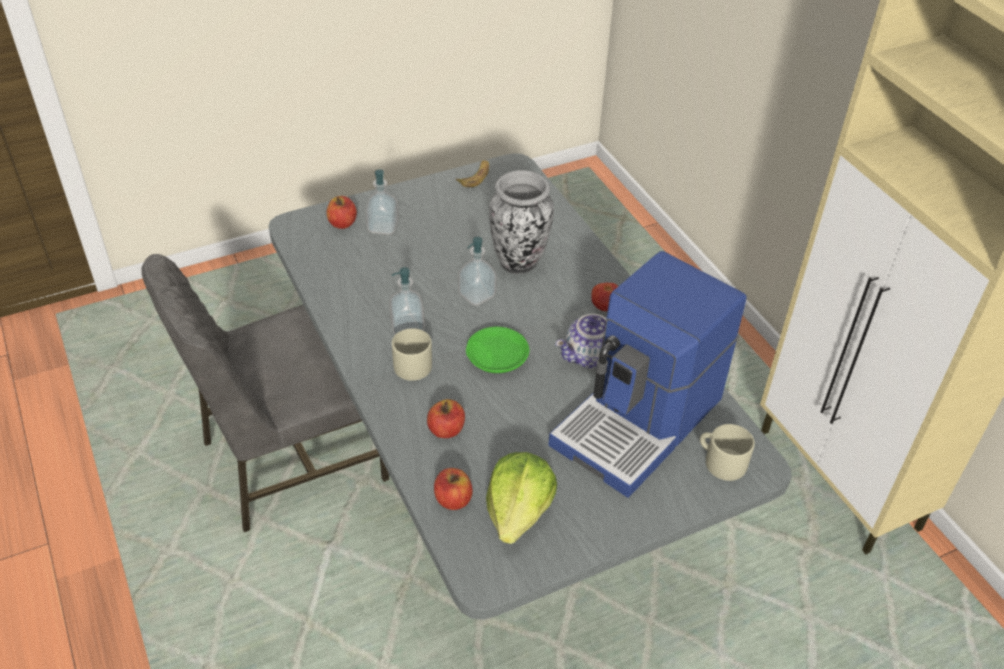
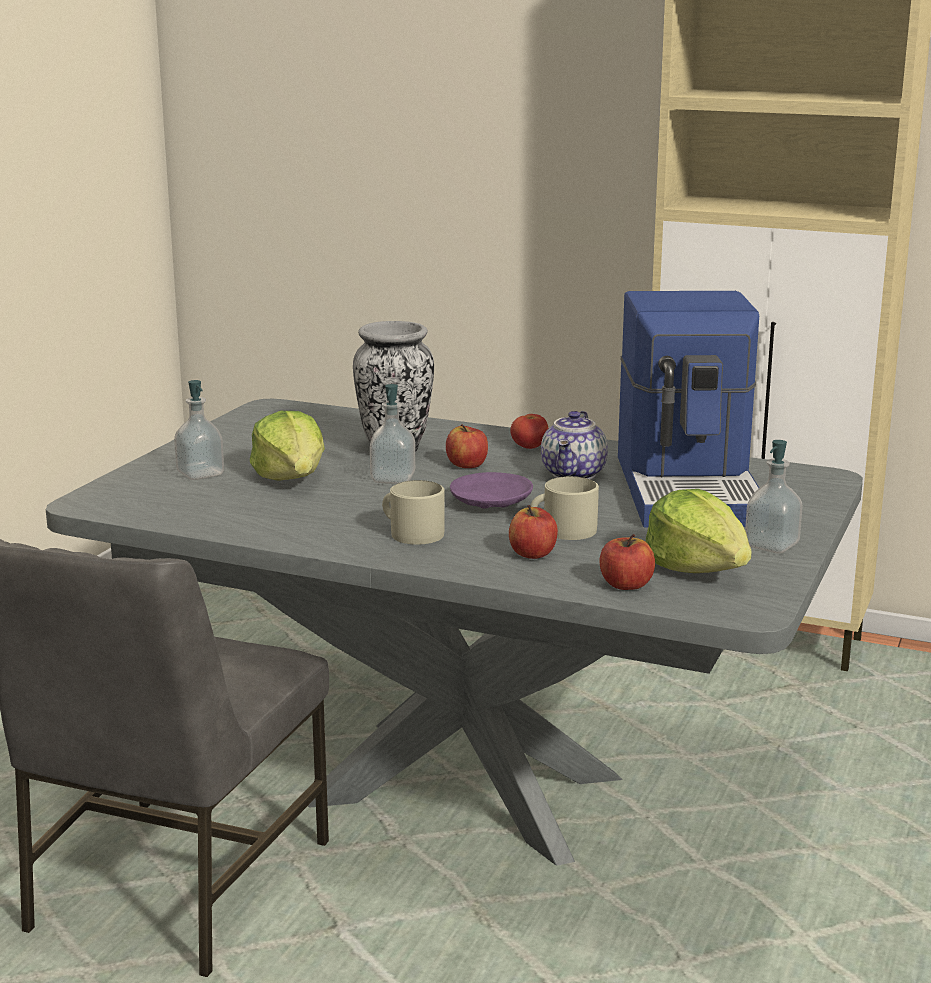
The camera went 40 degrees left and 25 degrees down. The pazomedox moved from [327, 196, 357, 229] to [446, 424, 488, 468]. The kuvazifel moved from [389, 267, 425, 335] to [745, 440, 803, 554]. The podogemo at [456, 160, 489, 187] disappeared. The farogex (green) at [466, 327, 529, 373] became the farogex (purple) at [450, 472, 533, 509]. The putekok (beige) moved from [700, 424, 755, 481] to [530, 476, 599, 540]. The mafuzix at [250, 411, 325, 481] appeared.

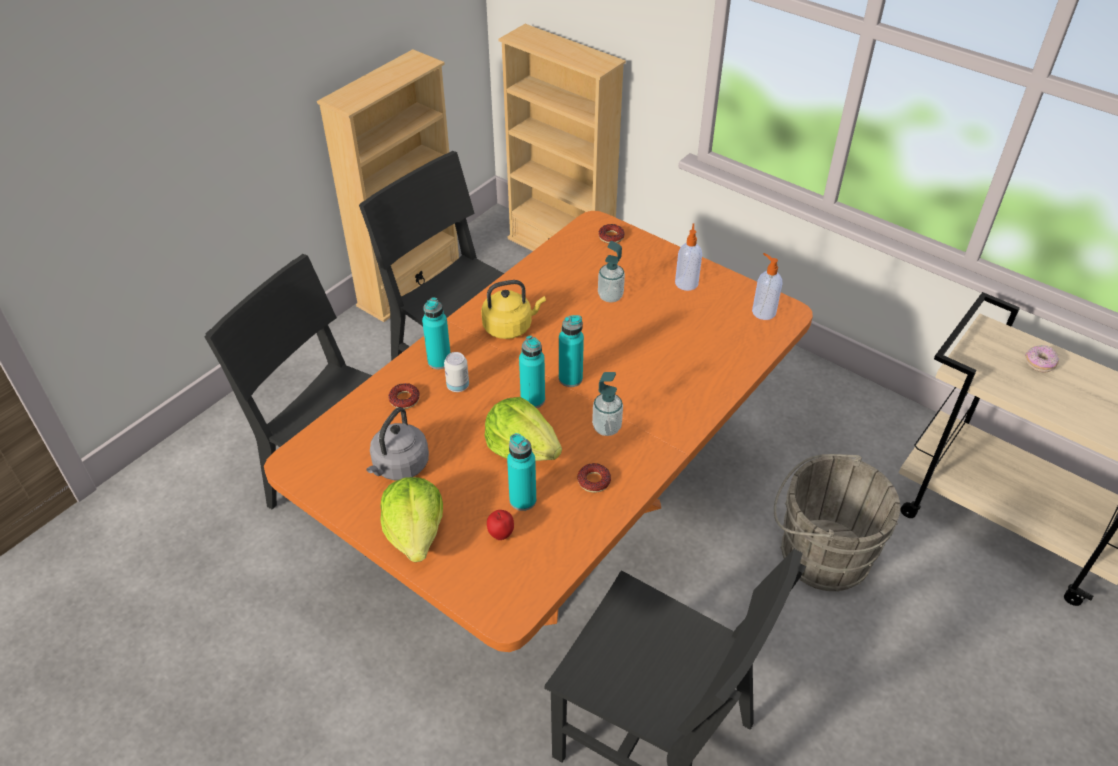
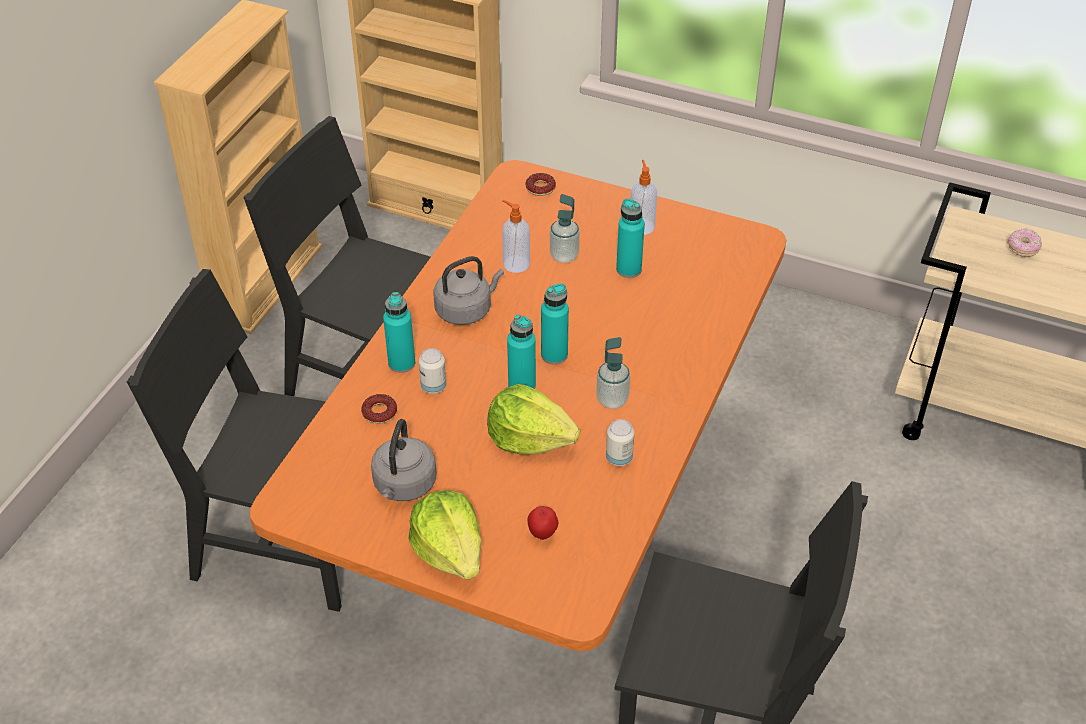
The camera went 15 degrees left and 0 degrees up. The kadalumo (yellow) at [481, 280, 546, 339] became the kadalumo (grey) at [433, 256, 504, 325]. The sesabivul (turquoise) moved from [507, 433, 536, 511] to [616, 198, 645, 278]. The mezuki at [577, 463, 611, 493] was replaced by the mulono at [606, 419, 634, 466]. The kuvazifel moved from [752, 253, 783, 320] to [502, 200, 530, 273]. The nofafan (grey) at [774, 454, 900, 591] disappeared.

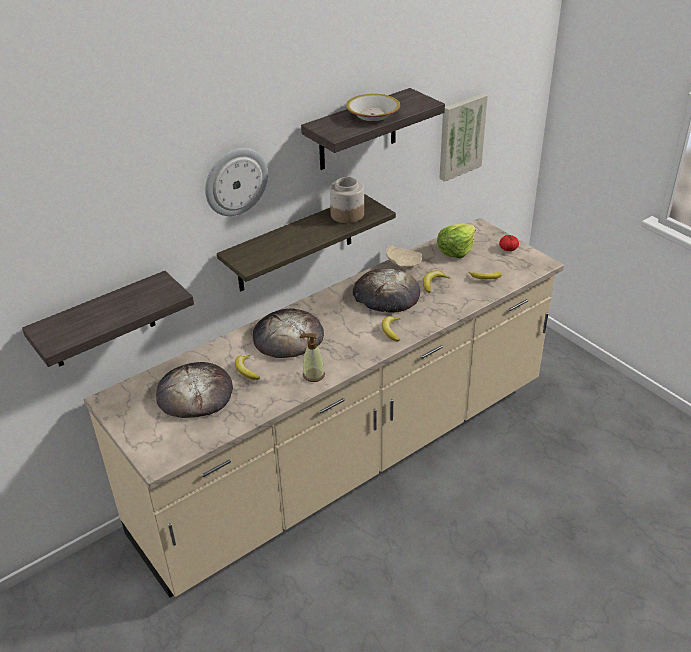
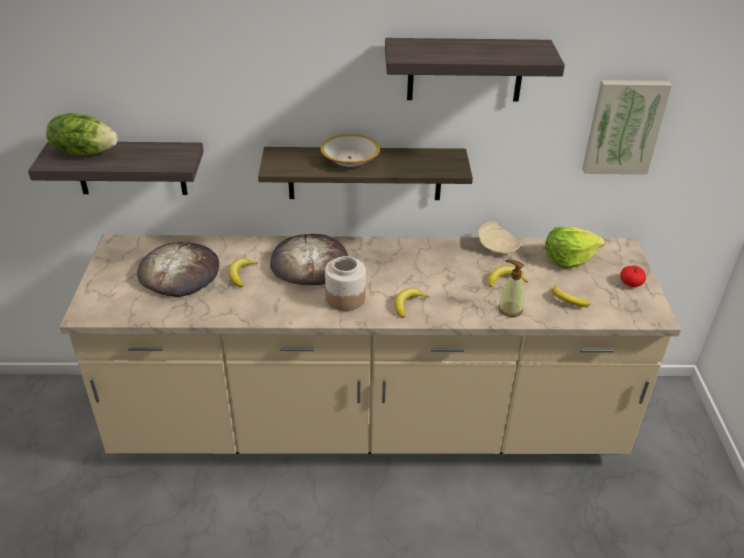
The camera went 35 degrees right and 0 degrees up. The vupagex at [205, 148, 268, 216] disappeared. The kuvazifel moved from [300, 333, 325, 382] to [498, 259, 524, 317]. The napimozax moved from [330, 177, 364, 223] to [325, 256, 366, 311]. The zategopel moved from [346, 94, 400, 122] to [320, 134, 380, 167]. The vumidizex at [353, 268, 420, 313] disappeared. The mafuzix at [46, 113, 118, 155] appeared.

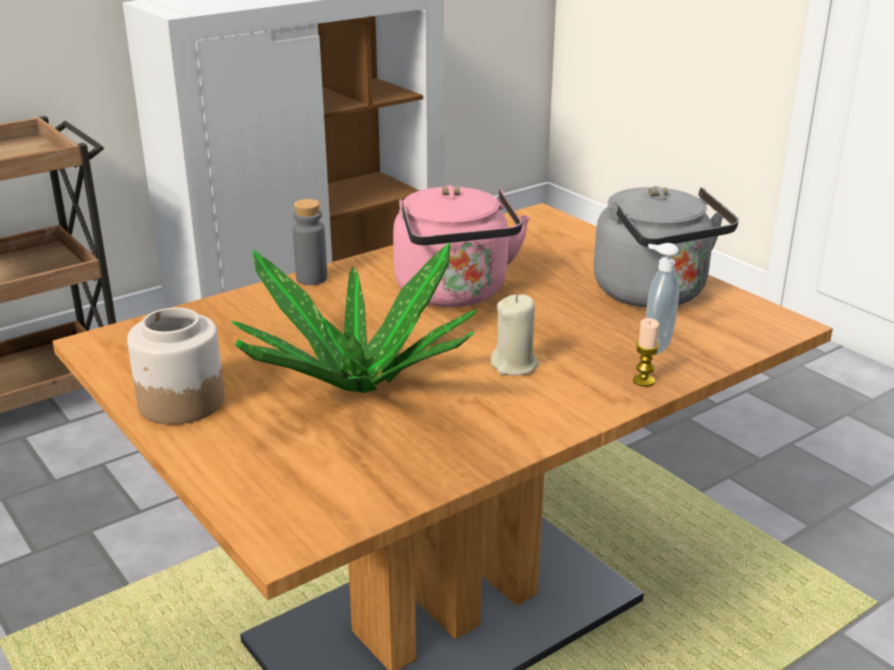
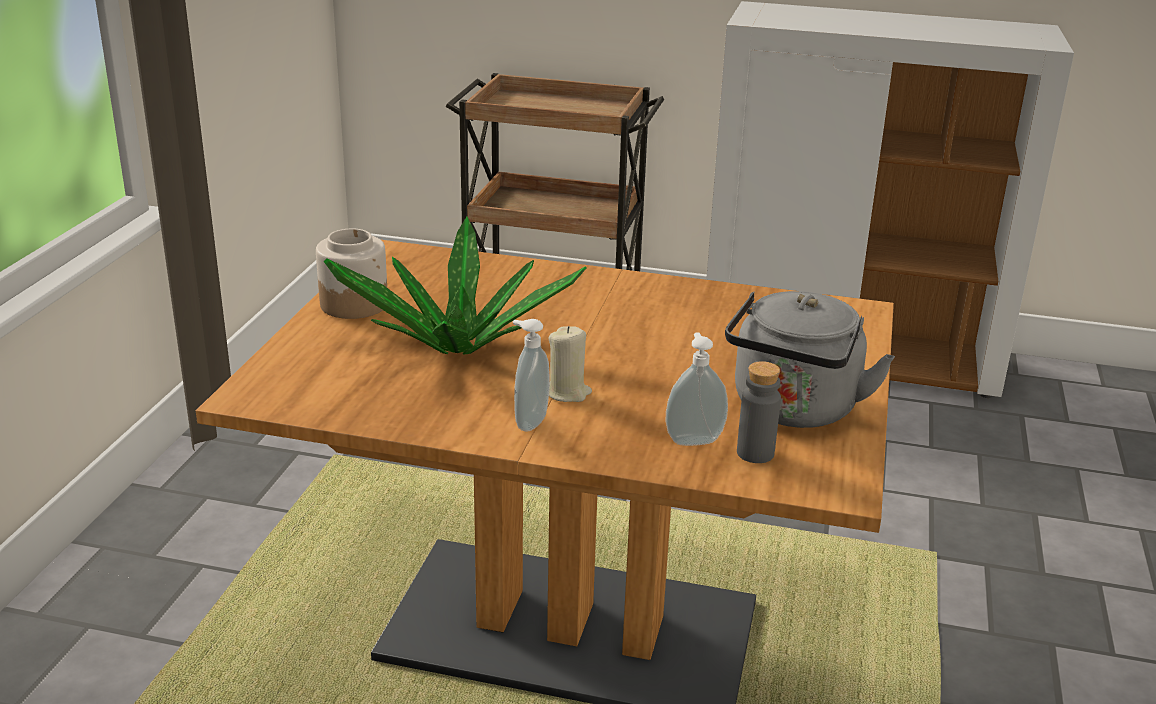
The camera went 50 degrees right and 0 degrees up. The sesabivul (grey) moved from [292, 199, 327, 285] to [737, 361, 781, 463]. The kadalumo (pink) at [393, 185, 530, 307] disappeared. The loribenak at [633, 318, 659, 387] disappeared. The kuvazifel at [513, 319, 550, 431] appeared.

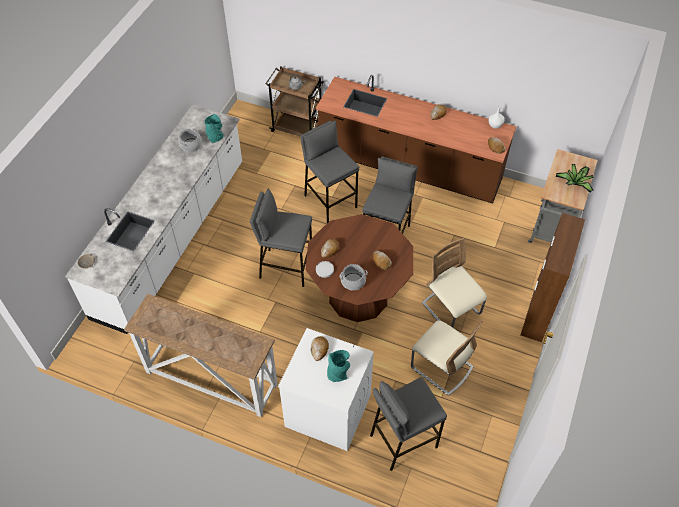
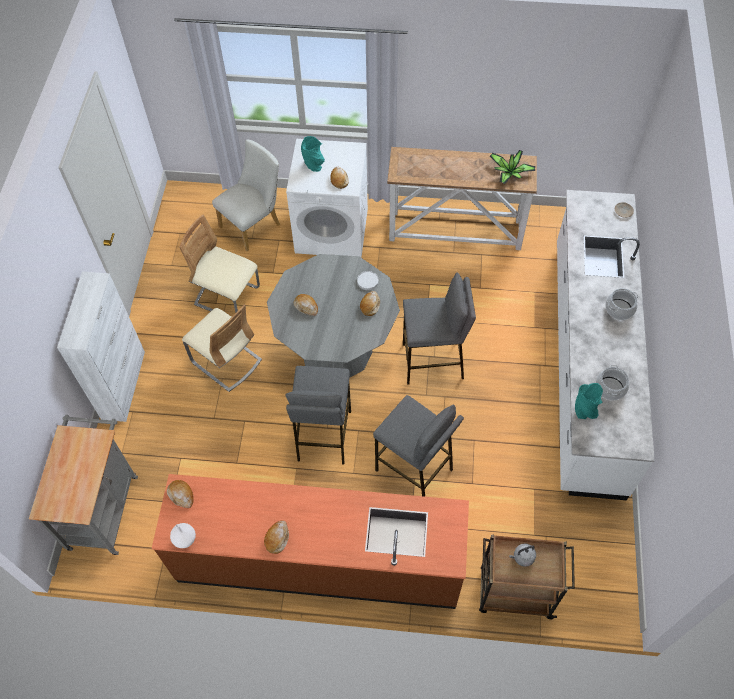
The camera went 165 degrees right and 5 degrees up. The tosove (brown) at [306, 214, 413, 322] became the tosove (grey) at [267, 254, 400, 377]. The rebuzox moved from [339, 264, 368, 291] to [605, 288, 638, 320]. The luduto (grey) at [370, 377, 447, 471] was replaced by the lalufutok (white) at [212, 140, 280, 251]. The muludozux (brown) at [521, 213, 585, 342] became the muludozux (white) at [57, 271, 145, 422]. The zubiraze moved from [555, 164, 594, 192] to [490, 150, 535, 184].

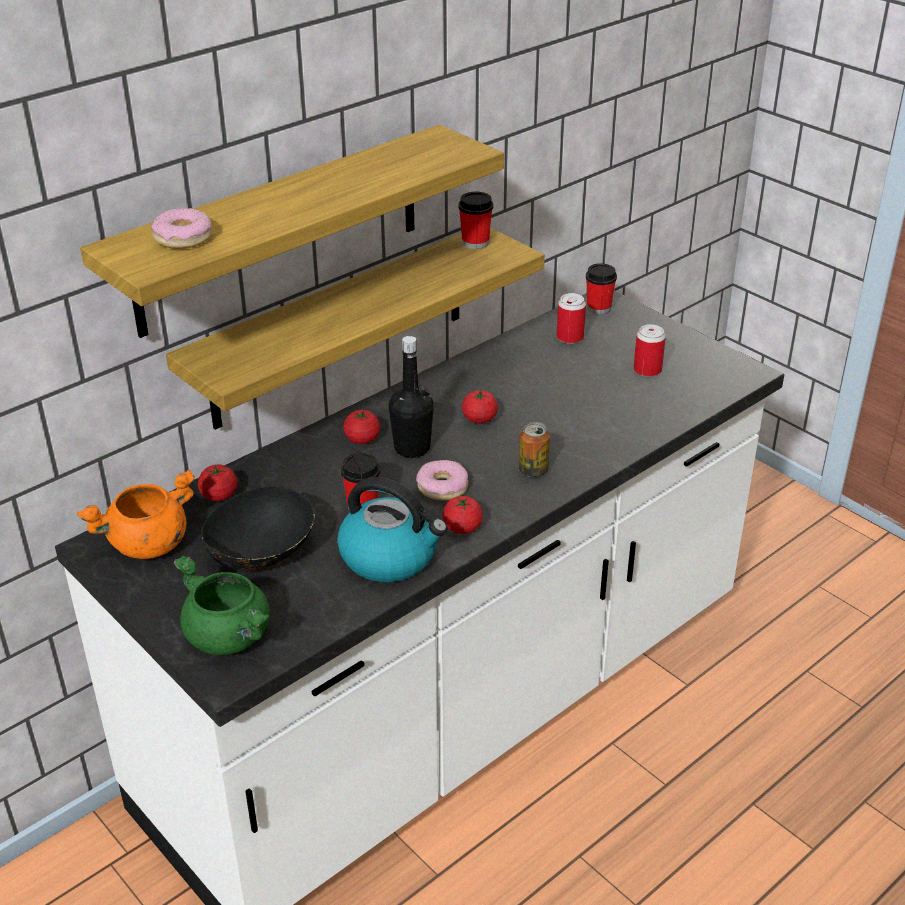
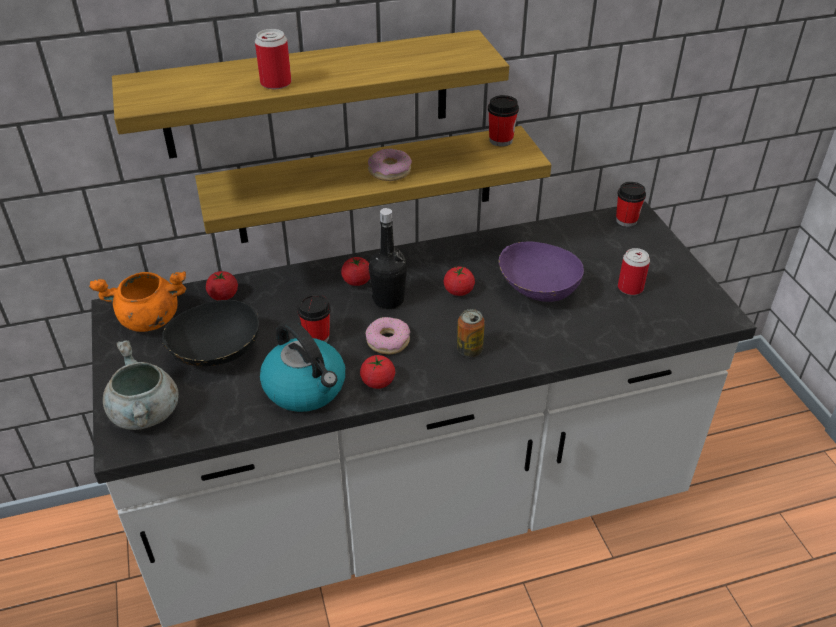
The camera went 25 degrees right and 5 degrees up. The mezuki moved from [151, 208, 212, 249] to [368, 148, 412, 181]. The rebuzox (green) at [174, 556, 270, 655] became the rebuzox (grey) at [103, 340, 179, 430]. The mulono moved from [557, 293, 586, 344] to [255, 29, 292, 89]. The zategopel (purple) at [499, 242, 584, 302] appeared.

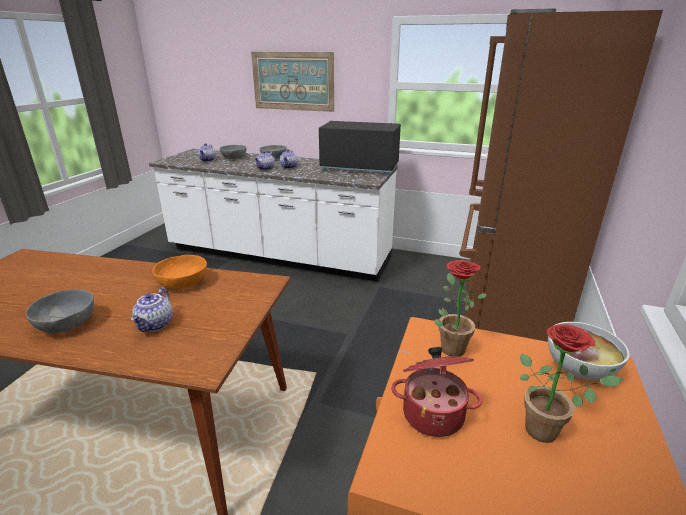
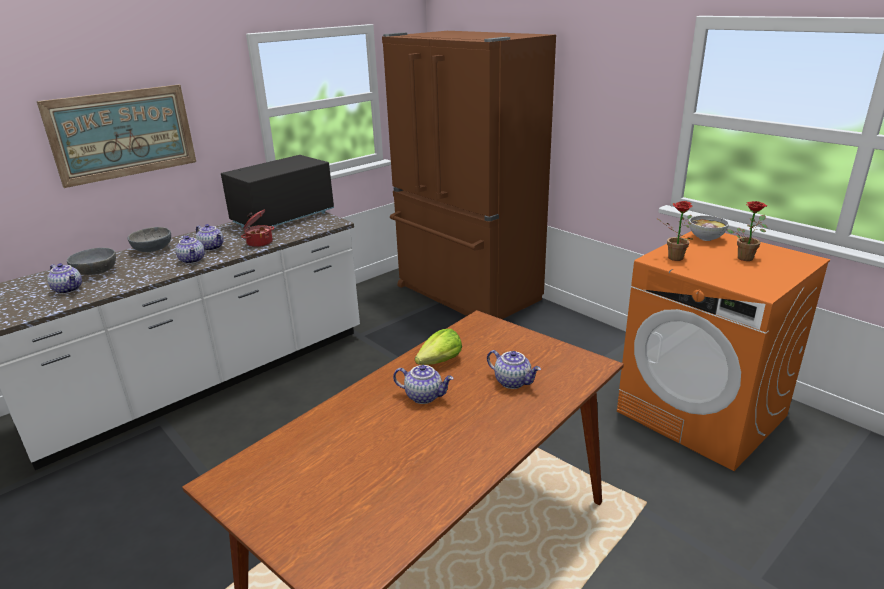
The camera went 60 degrees left and 0 degrees up. The zategopel (grey) at [26, 289, 94, 333] disappeared. The zategopel (orange) at [153, 255, 207, 289] was replaced by the mafuzix at [415, 329, 462, 365]. The rebuzox moved from [391, 347, 482, 437] to [241, 209, 274, 247]. The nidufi at [393, 365, 454, 404] appeared.

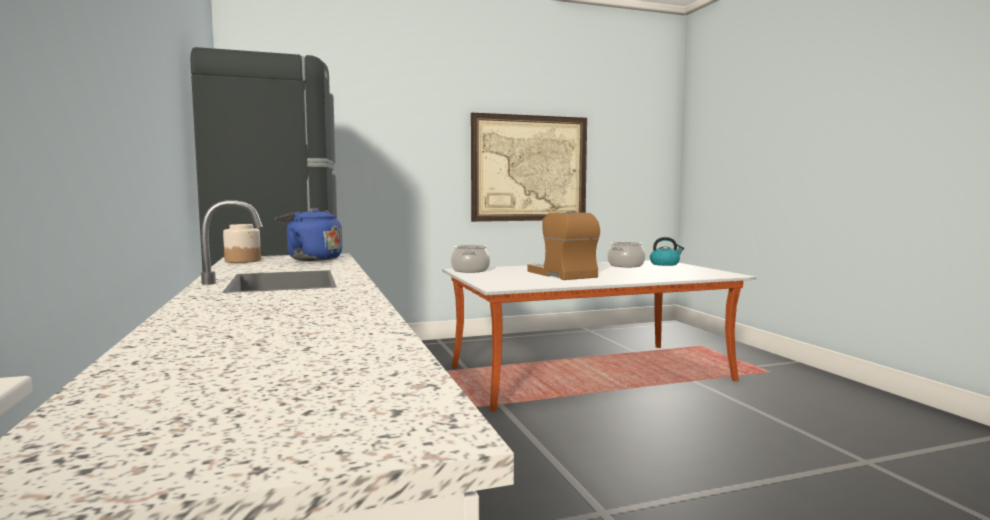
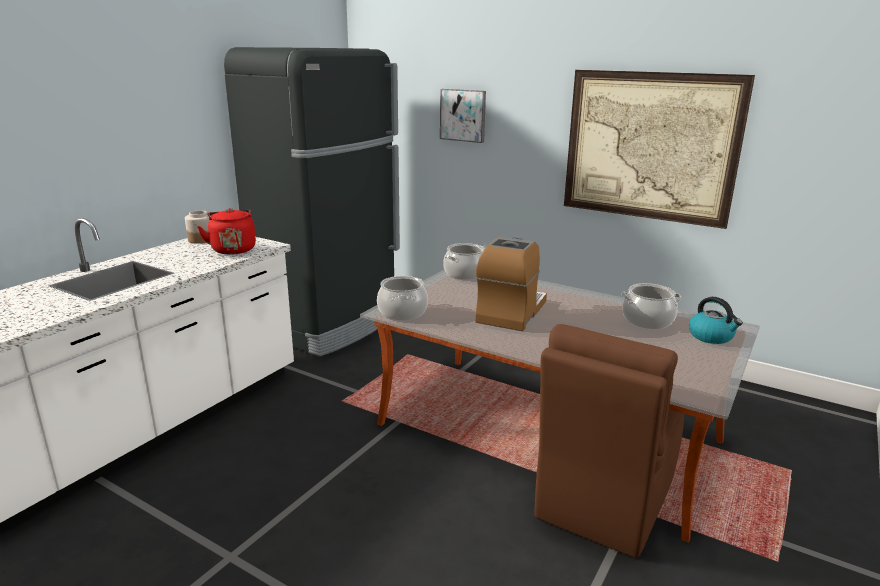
The camera went 50 degrees right and 15 degrees up. The kadalumo (blue) at [275, 208, 342, 261] became the kadalumo (red) at [197, 208, 256, 255]. The rebuzox at [377, 276, 428, 320] appeared. The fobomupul at [440, 89, 486, 143] appeared. The lalufutok (brown) at [534, 324, 685, 558] appeared.

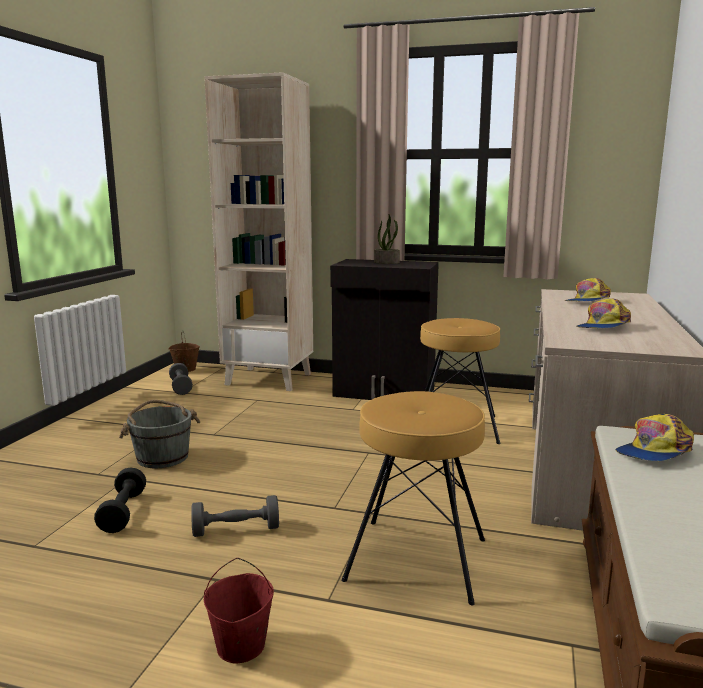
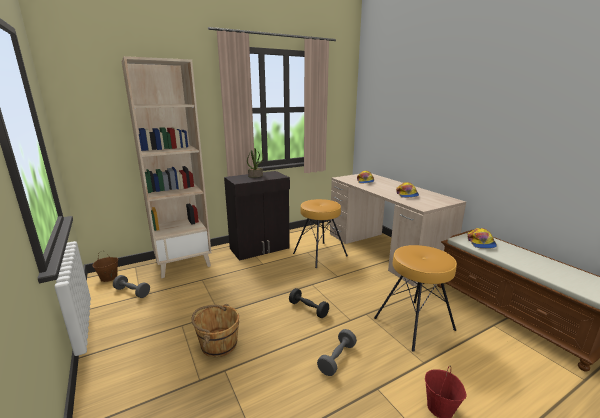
The camera went 45 degrees left and 5 degrees up. The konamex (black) moved from [94, 468, 146, 533] to [289, 288, 329, 318]. The nofafan (grey) at [119, 400, 200, 468] became the nofafan (brown) at [192, 304, 239, 357].

